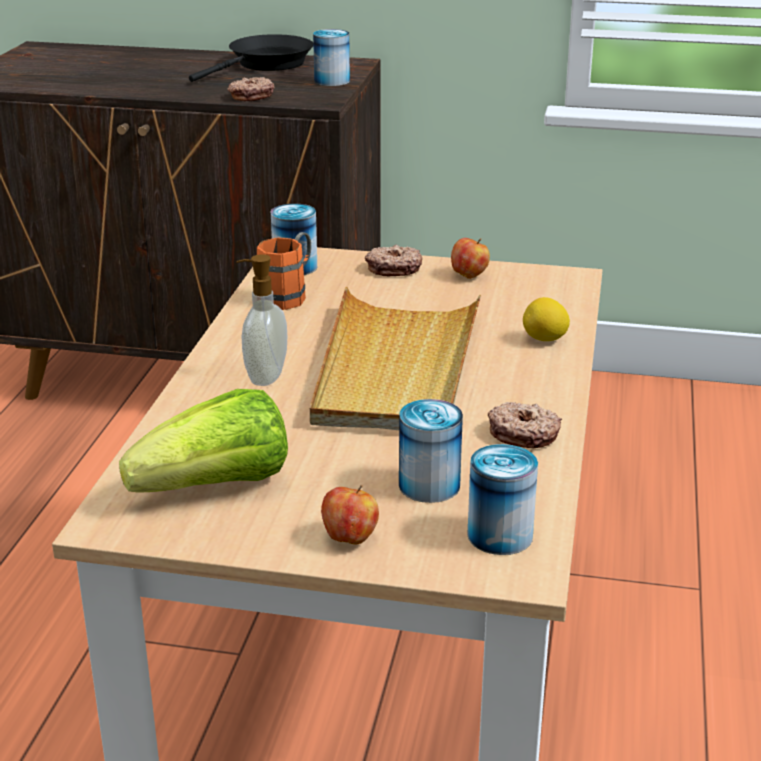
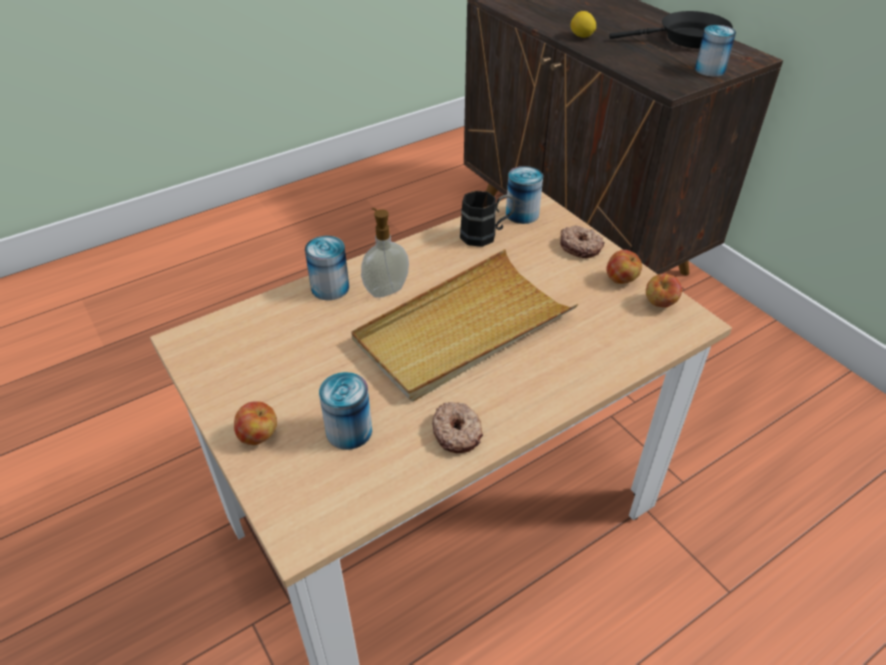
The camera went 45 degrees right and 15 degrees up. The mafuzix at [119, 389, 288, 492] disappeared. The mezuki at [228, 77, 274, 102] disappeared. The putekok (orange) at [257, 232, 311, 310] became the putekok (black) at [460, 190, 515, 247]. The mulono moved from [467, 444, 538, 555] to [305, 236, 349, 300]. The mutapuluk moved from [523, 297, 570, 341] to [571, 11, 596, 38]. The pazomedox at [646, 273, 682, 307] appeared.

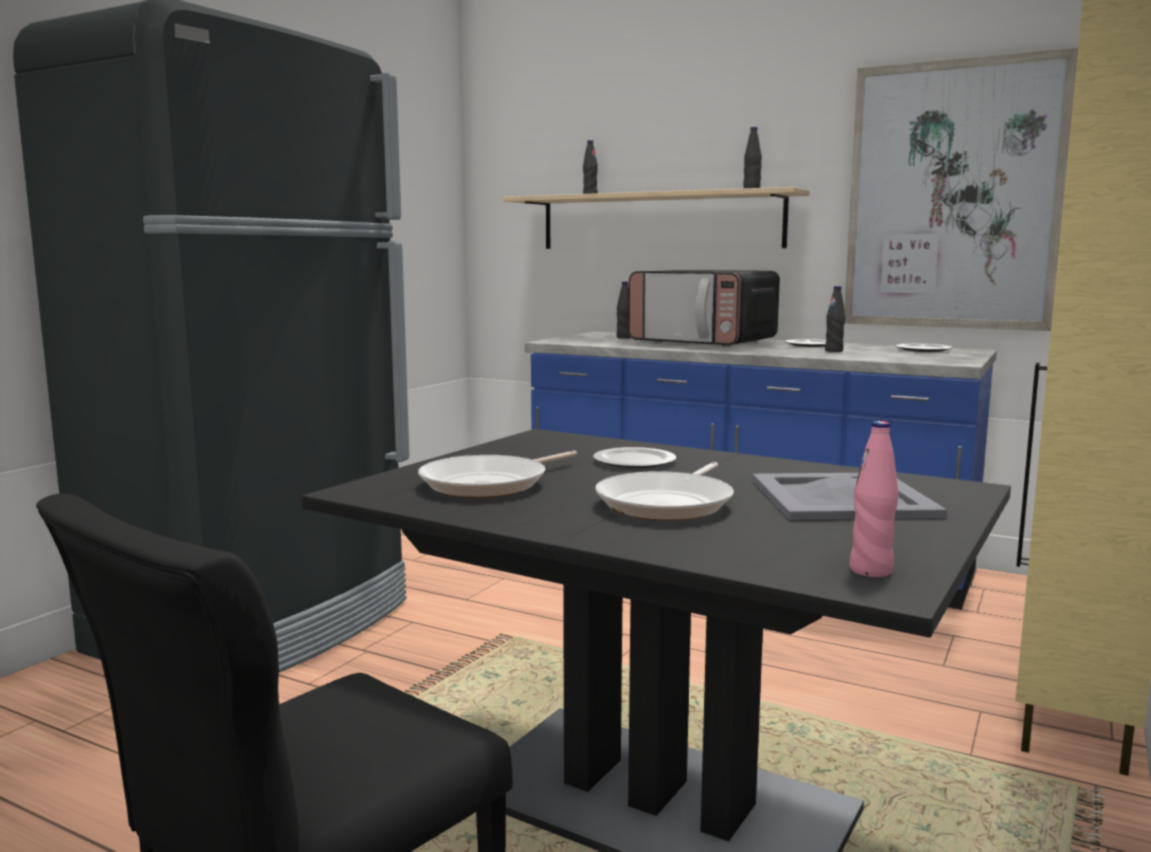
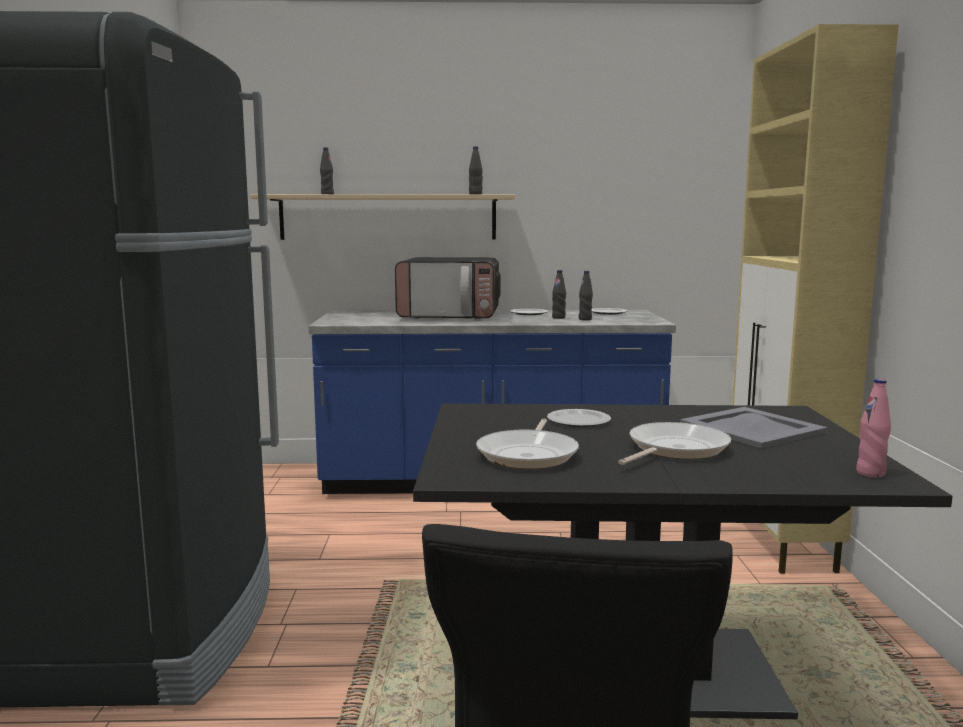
The camera went 30 degrees left and 0 degrees up. The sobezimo at [595, 462, 734, 520] turned 135 degrees counterclockwise. The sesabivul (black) moved from [617, 282, 631, 339] to [579, 271, 593, 320]. The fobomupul at [844, 48, 1078, 331] disappeared.

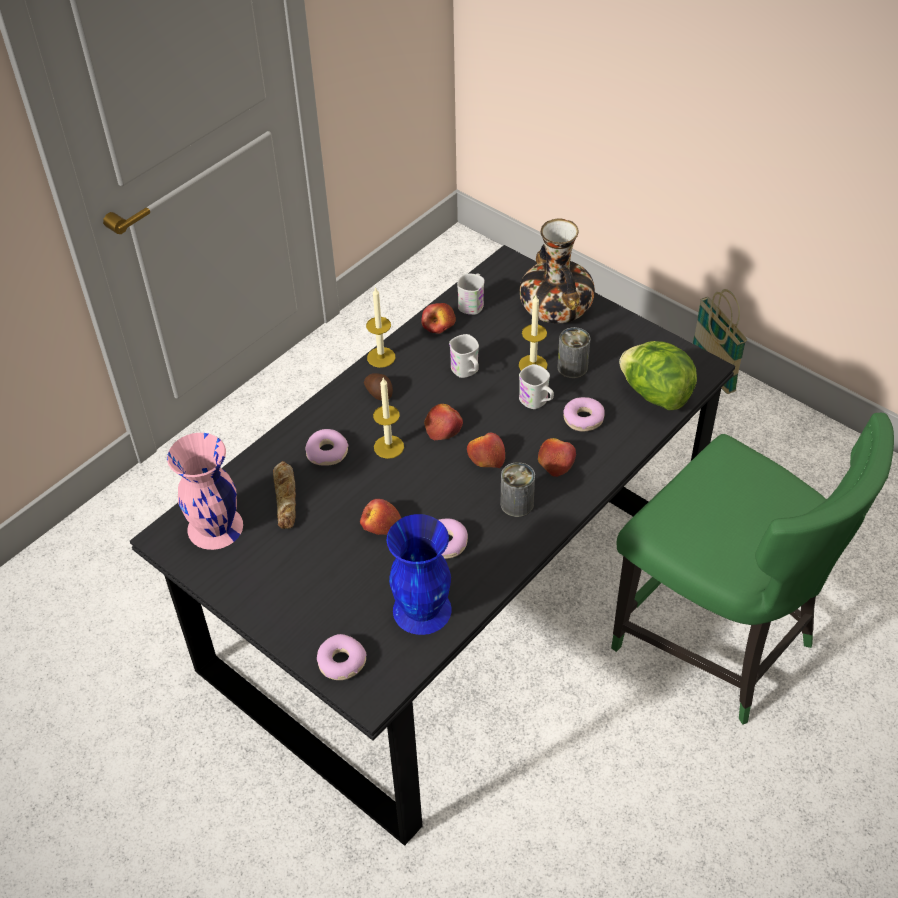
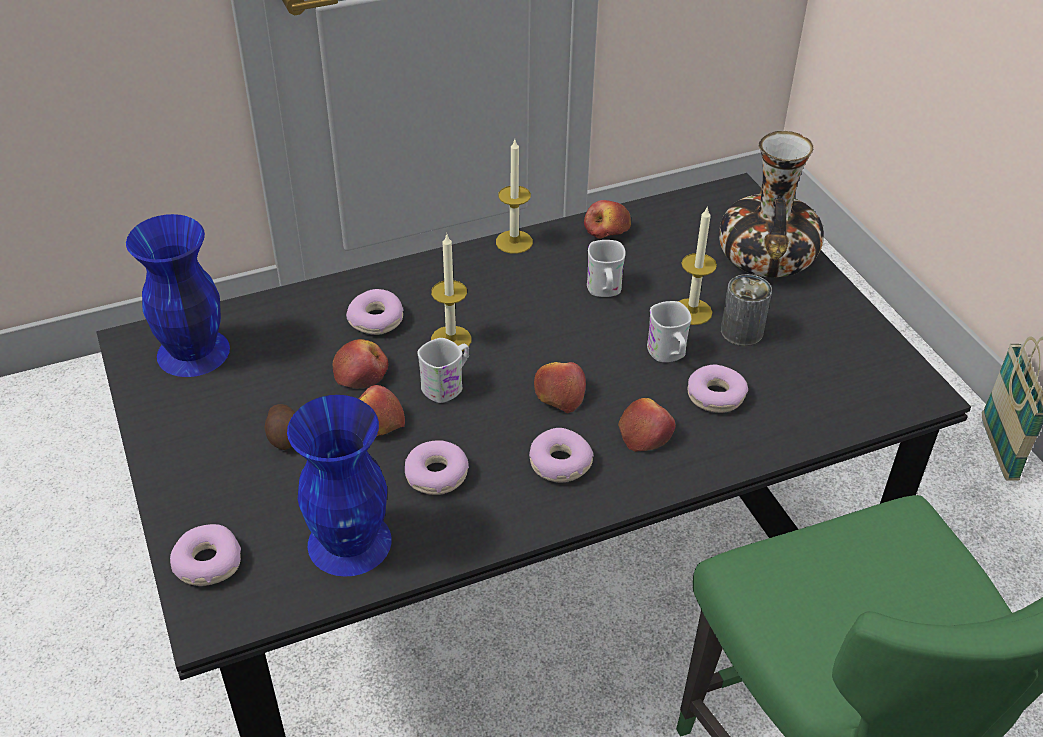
The camera went 25 degrees right and 5 degrees down. The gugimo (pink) at [167, 433, 243, 550] became the gugimo (blue) at [126, 214, 230, 377]. The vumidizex at [273, 461, 296, 529] disappeared. The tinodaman moved from [364, 373, 393, 400] to [265, 404, 295, 450]. The pazomedox moved from [424, 404, 463, 440] to [332, 339, 388, 388]. The putekok (white) moved from [457, 273, 484, 315] to [417, 338, 469, 403]. The mulono at [500, 462, 535, 517] was replaced by the mezuki at [529, 428, 594, 482]. The mafuzix at [619, 341, 697, 410] disappeared.

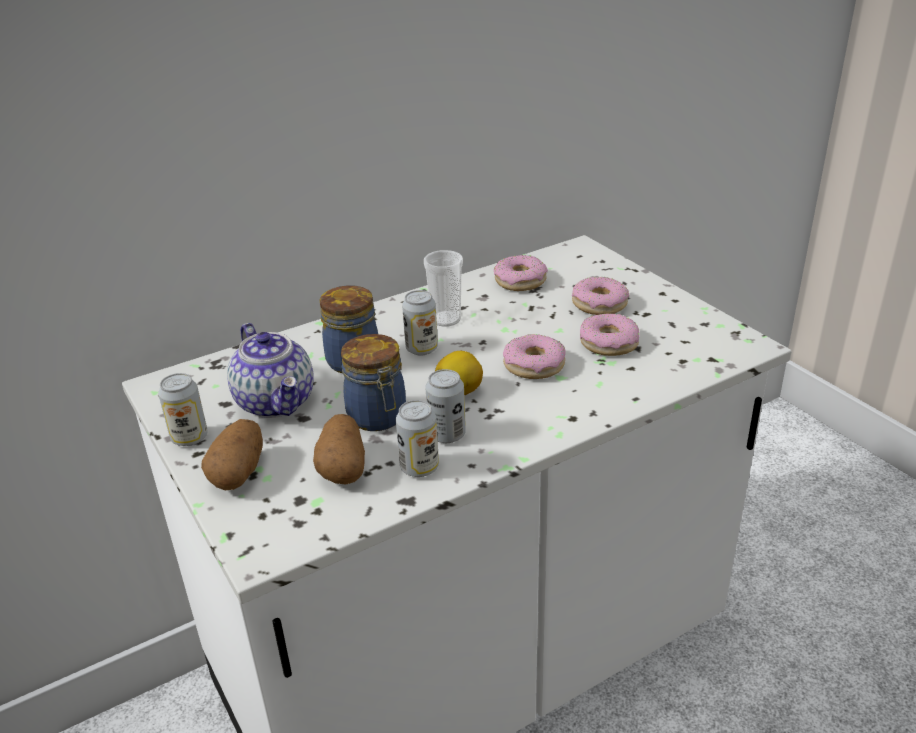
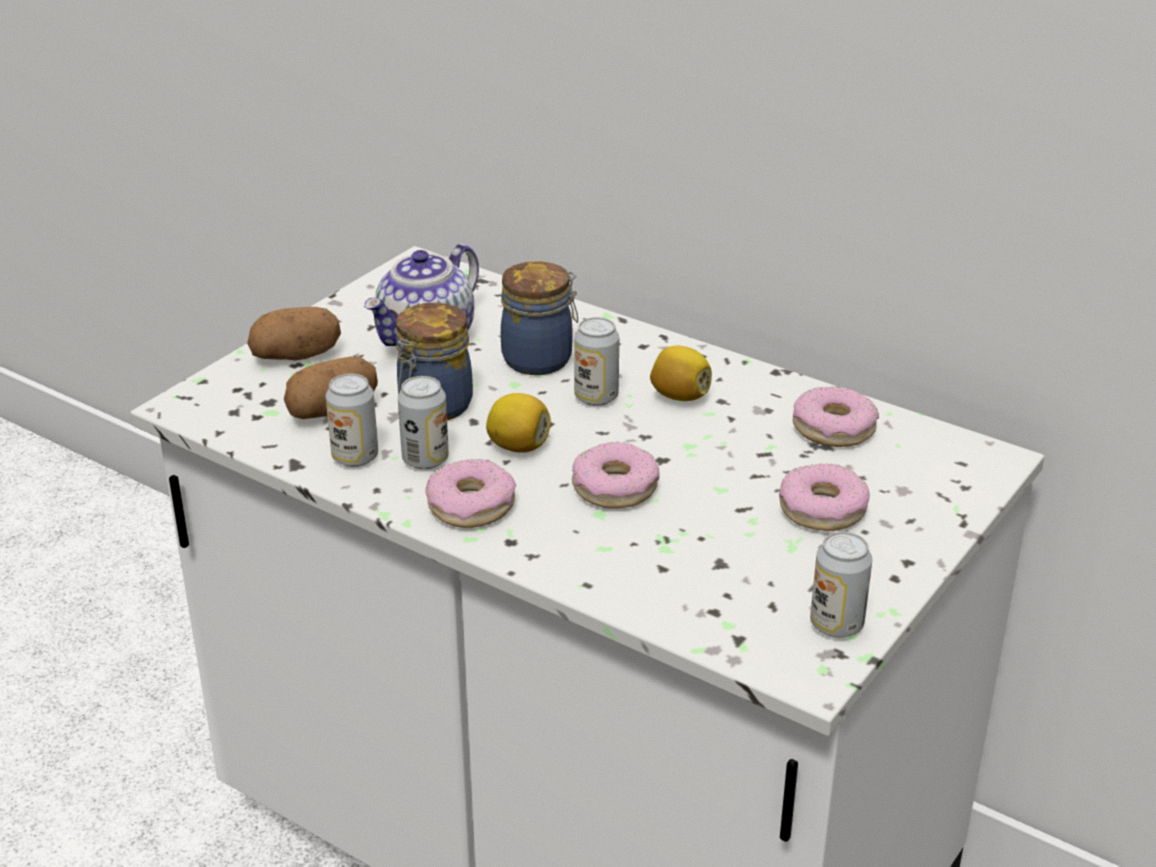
The camera went 65 degrees right and 0 degrees up. The mulono moved from [158, 373, 208, 446] to [810, 532, 872, 638]. The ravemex at [424, 250, 463, 327] was replaced by the mutapuluk at [650, 345, 712, 401]. The mezuki moved from [580, 313, 639, 356] to [425, 459, 516, 528].

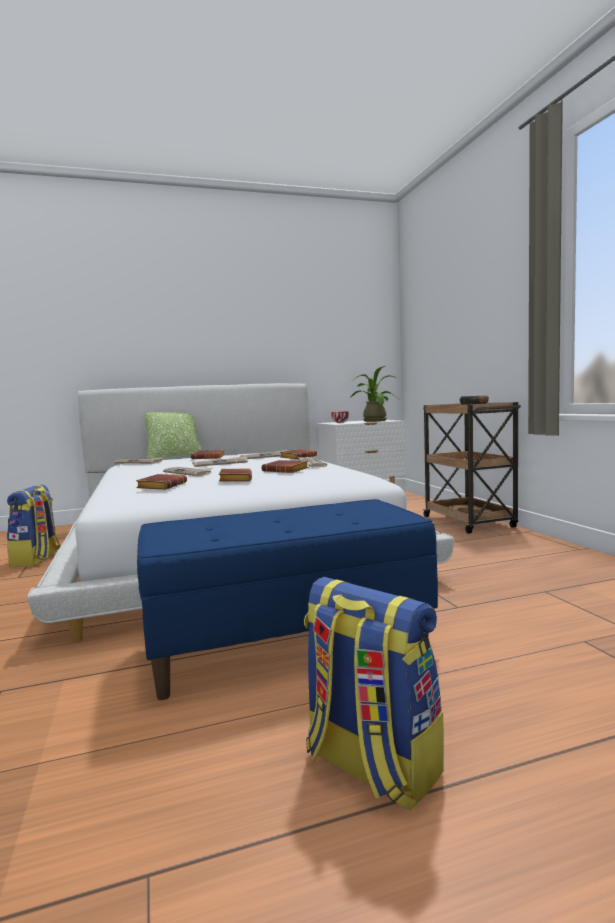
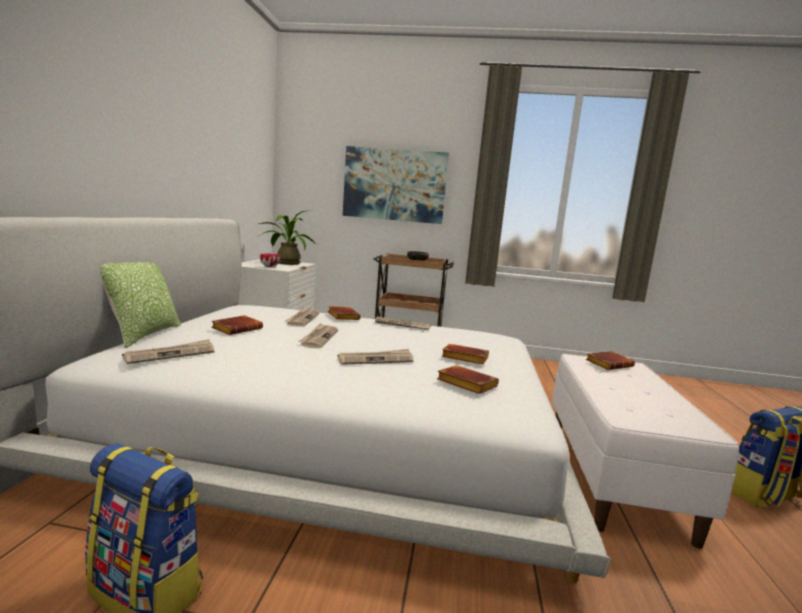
The camera went 65 degrees left and 5 degrees up. The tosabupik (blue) at [137, 499, 438, 700] became the tosabupik (white) at [552, 354, 739, 549]. The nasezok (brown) moved from [261, 460, 308, 473] to [586, 351, 635, 370]. The fobomupul at [343, 146, 449, 224] appeared.

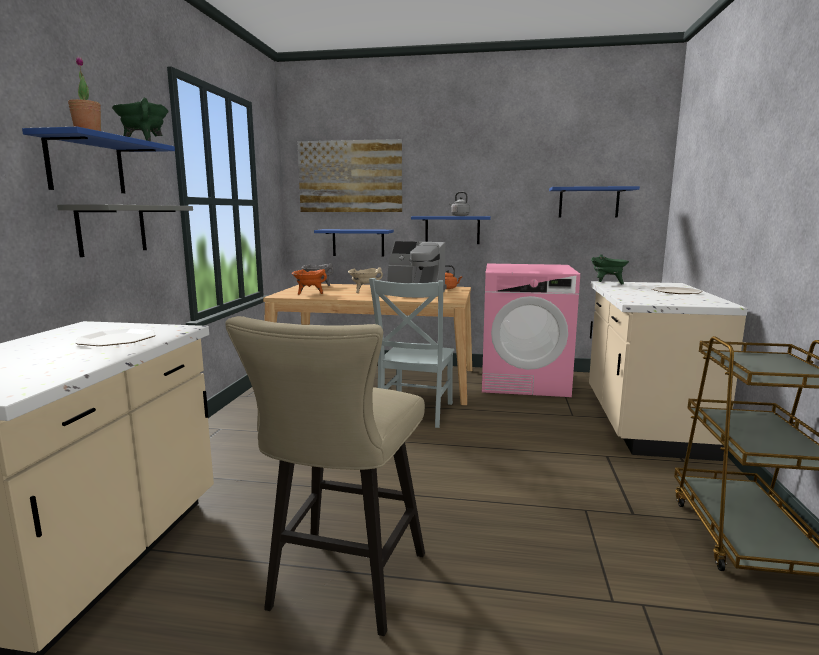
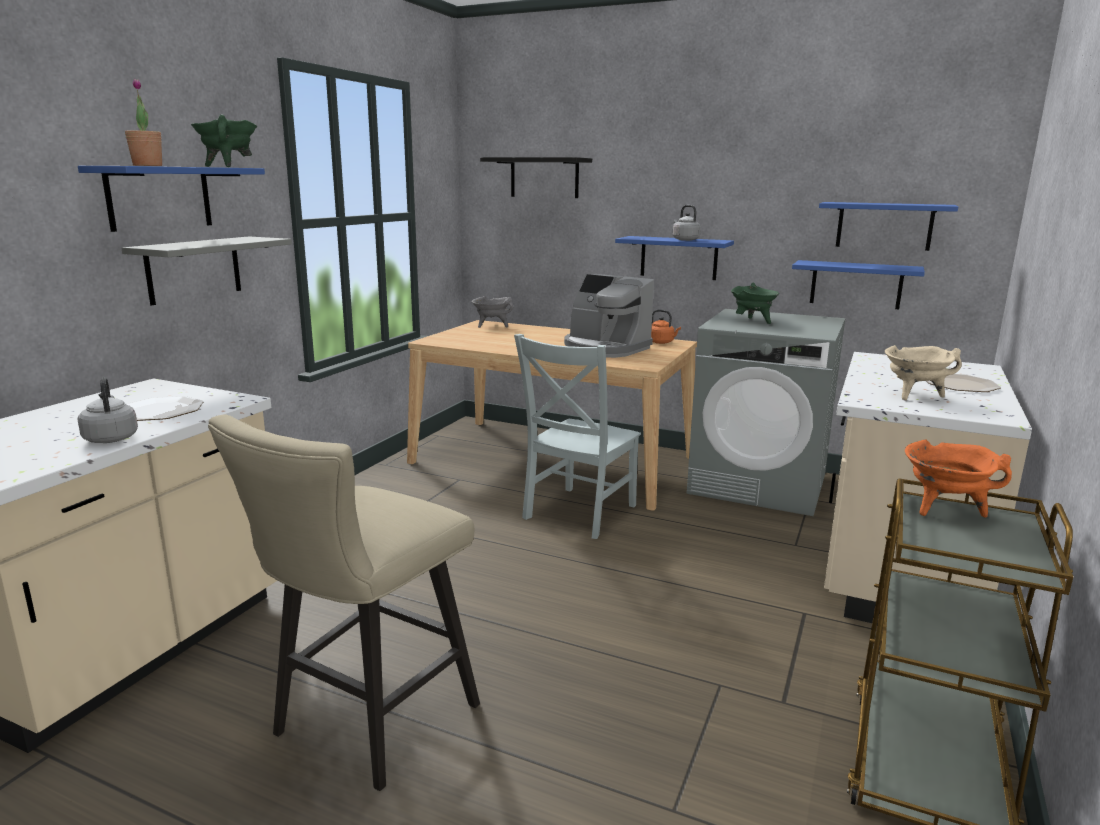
The camera went 15 degrees right and 5 degrees up. The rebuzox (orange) moved from [292, 269, 327, 295] to [905, 439, 1012, 517]. The fobomupul at [297, 139, 402, 212] was replaced by the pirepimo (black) at [480, 157, 592, 198]. The pirepimo (blue) moved from [314, 229, 394, 257] to [792, 260, 925, 309]. The rebuzox (beige) moved from [348, 267, 383, 293] to [885, 345, 962, 400]. The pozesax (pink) at [482, 264, 580, 397] became the pozesax (grey) at [687, 309, 846, 516]. The rebuzox (green) moved from [591, 254, 629, 284] to [731, 282, 779, 324]. The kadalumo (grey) at [78, 377, 138, 443] appeared.

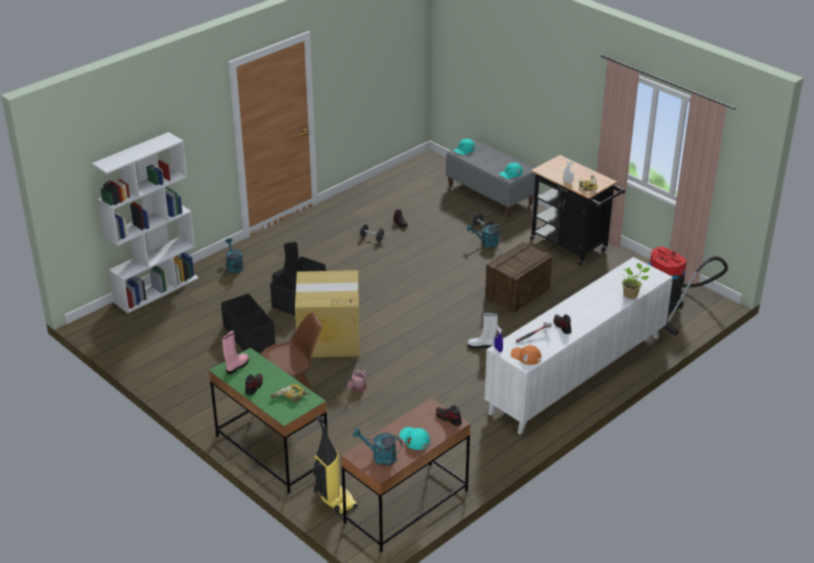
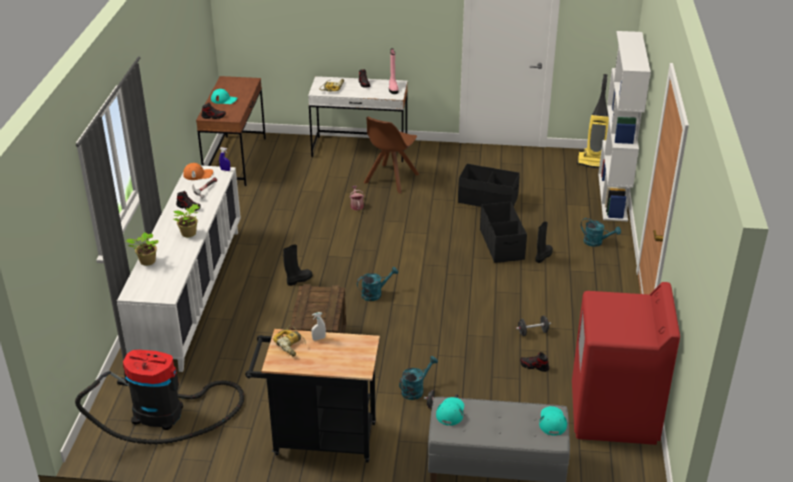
The camera went 140 degrees right and 0 degrees up. The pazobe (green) at [209, 348, 328, 493] became the pazobe (white) at [308, 76, 408, 162]. The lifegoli at [295, 270, 360, 357] disappeared. The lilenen moved from [313, 415, 358, 515] to [577, 74, 609, 168]. The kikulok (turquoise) moved from [353, 428, 402, 466] to [357, 267, 398, 301]. The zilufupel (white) at [468, 312, 498, 349] became the zilufupel (black) at [283, 244, 312, 286]. The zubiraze at [173, 204, 199, 237] appeared. The pozesax (red) at [572, 282, 680, 445] appeared.

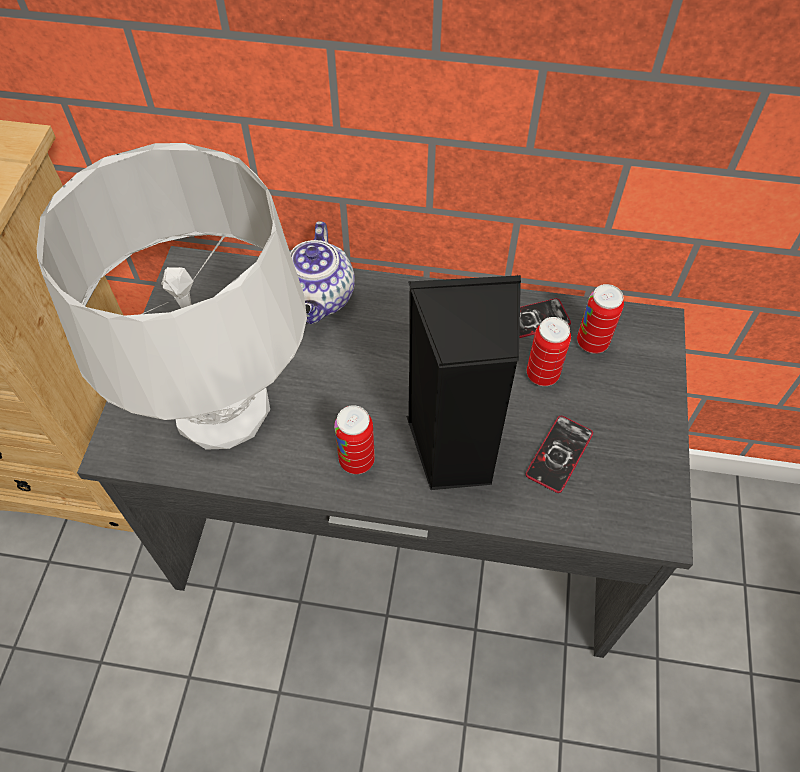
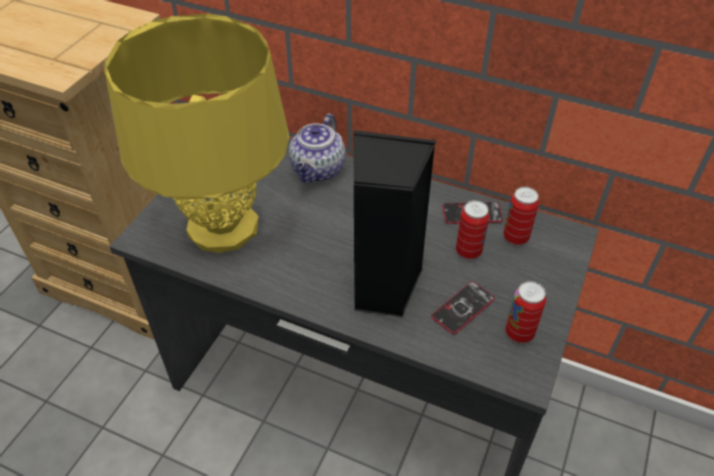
The camera went 15 degrees right and 10 degrees down. The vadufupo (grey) at [37, 143, 307, 450] became the vadufupo (yellow) at [105, 14, 289, 253]. The mulono moved from [334, 405, 375, 474] to [505, 281, 546, 343].

